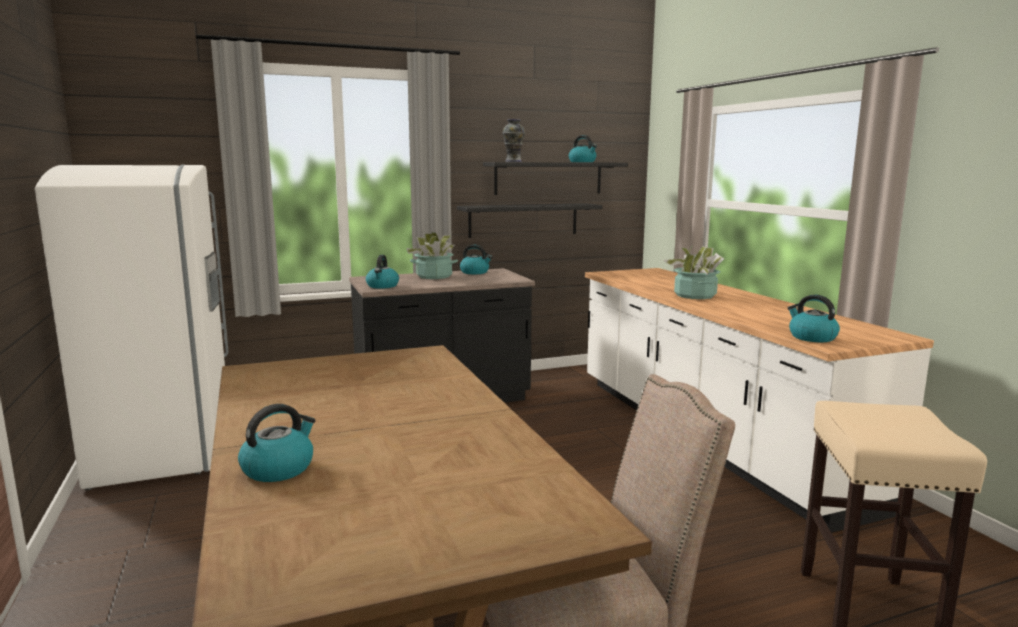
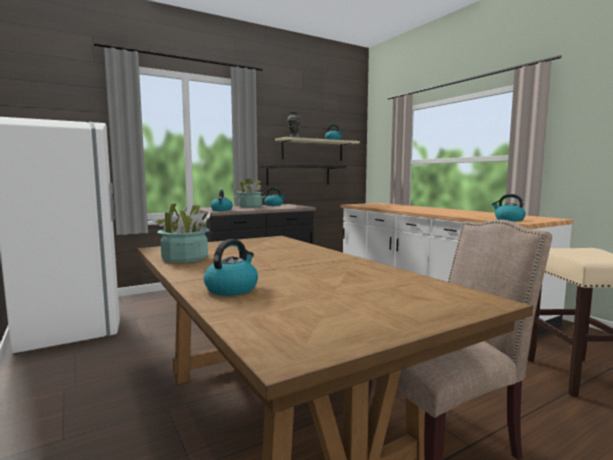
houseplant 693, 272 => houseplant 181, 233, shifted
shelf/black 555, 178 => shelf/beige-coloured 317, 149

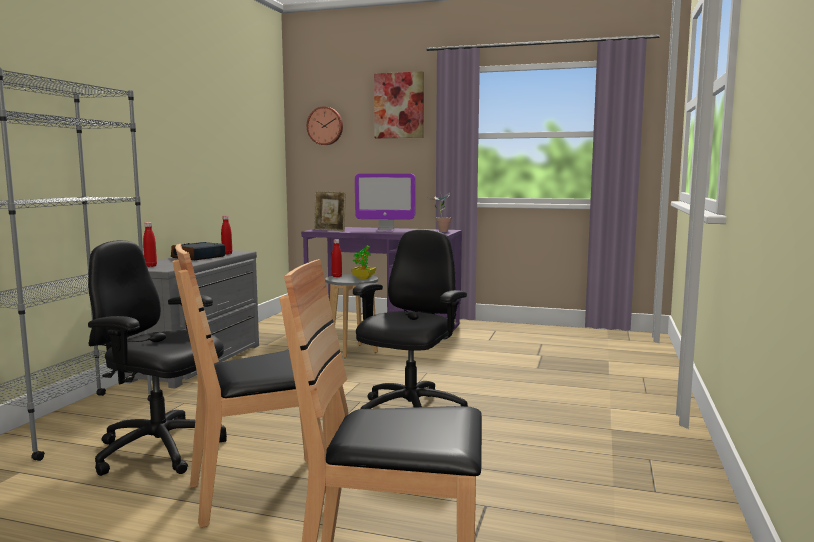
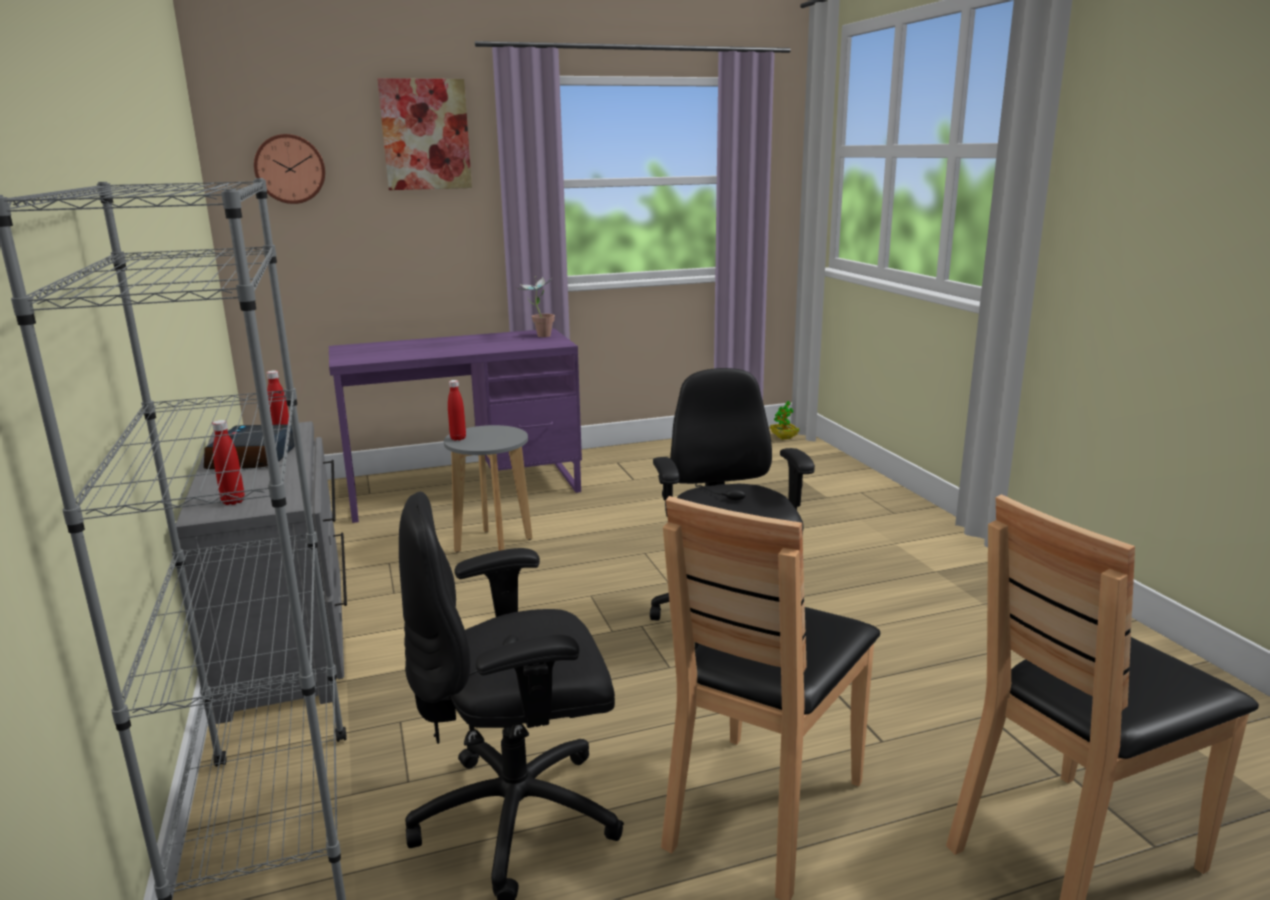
houseplant 363, 262 => houseplant 784, 420, shifted
picture frame 330, 211 => nothing
monitor 385, 202 => nothing

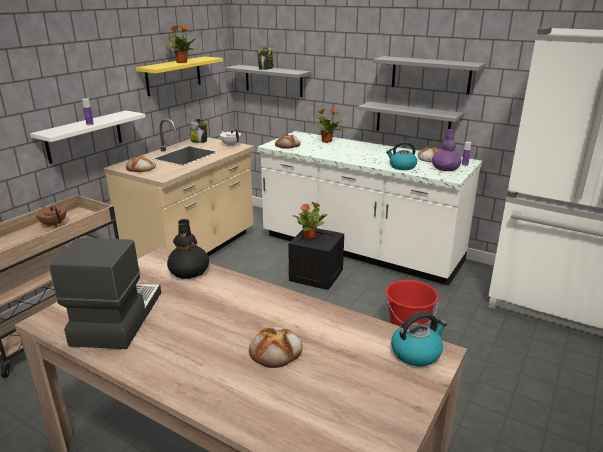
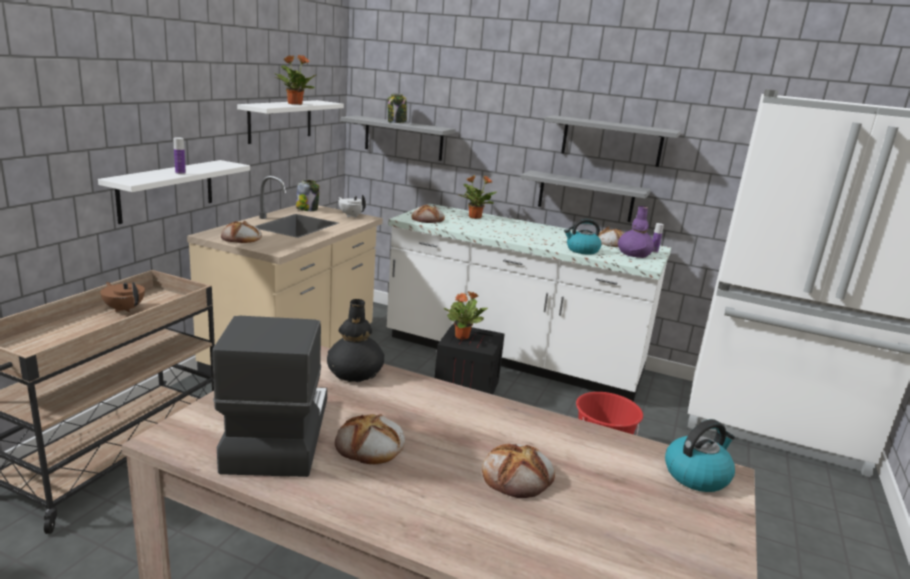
shelf/yellowish 179, 76 => shelf/white-coloured 290, 122
nothing => bread 370, 439

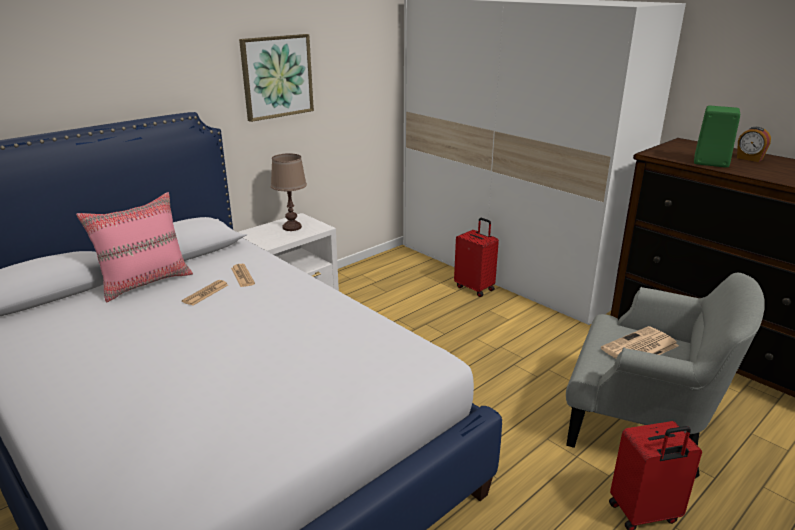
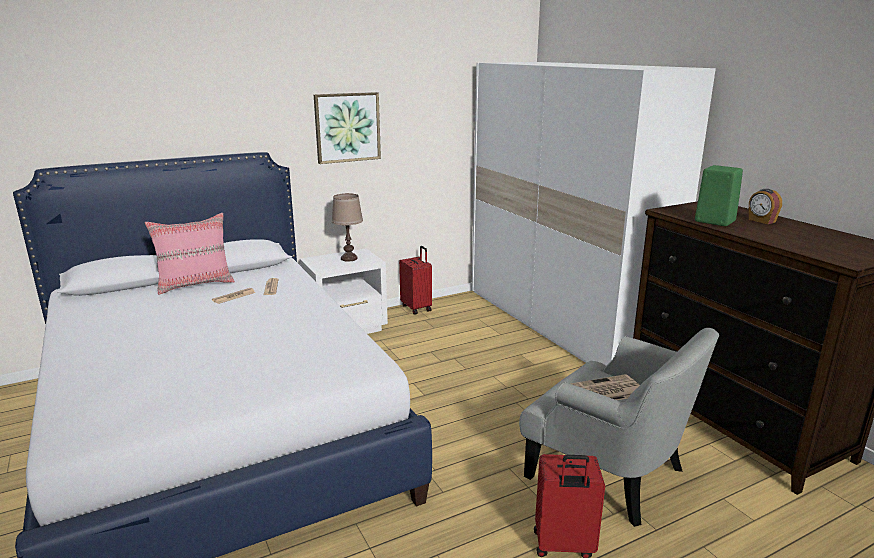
piece of luggage/red-coloured 476, 257 => piece of luggage/red-coloured 415, 280, shifted

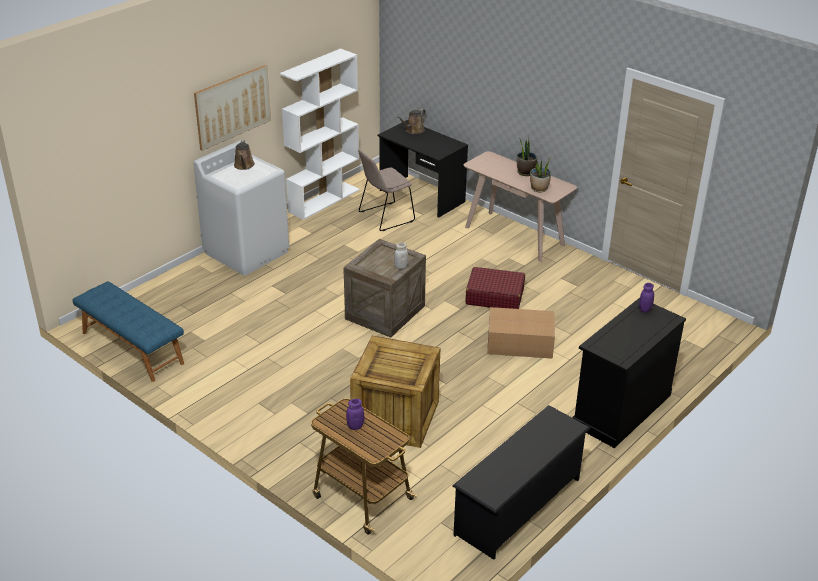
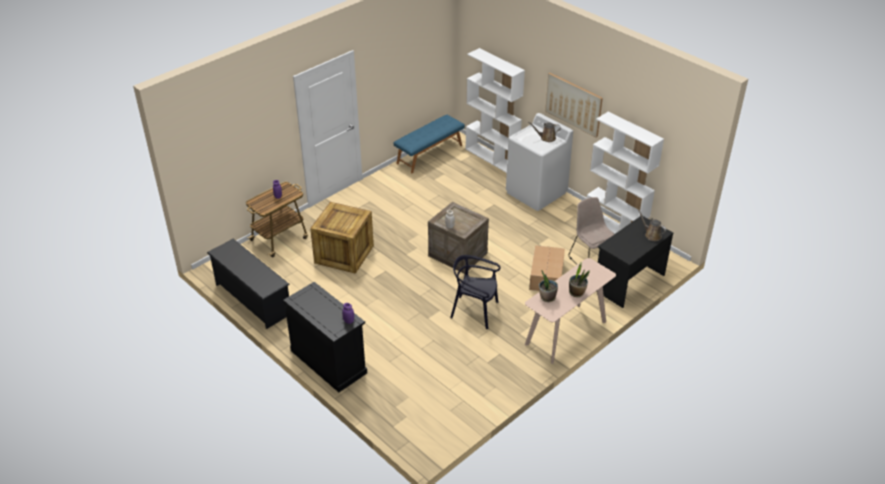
piece of luggage/red-coloured 495, 288 => chair/black 475, 292
nothing => shelving unit/white-coloured 495, 110
packing box 521, 333 => packing box 547, 268, shifted

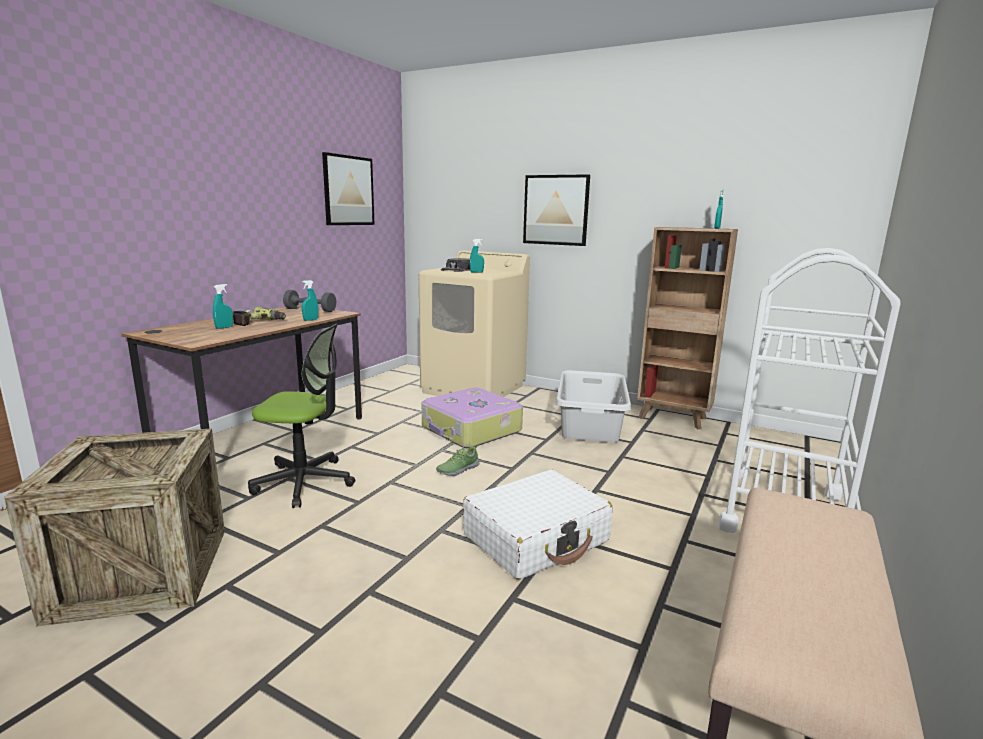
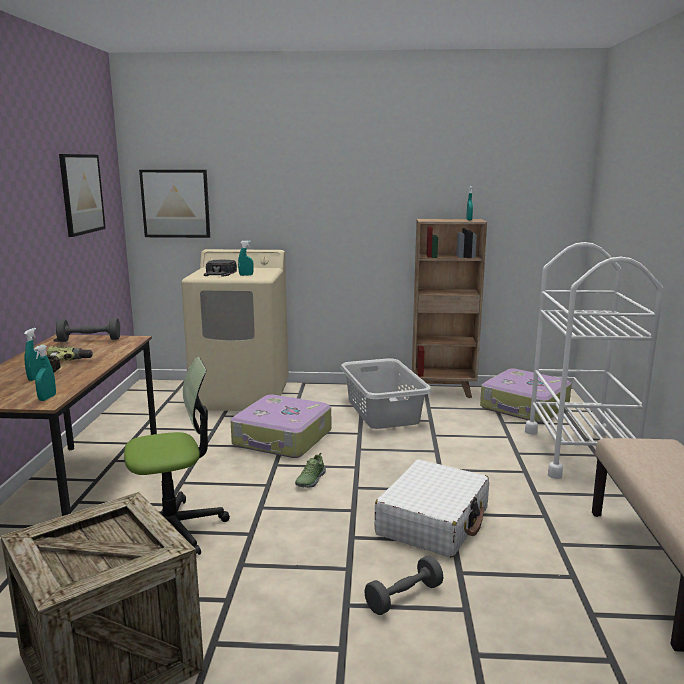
sprayer/blue-green 310, 300 => sprayer/blue-green 44, 373, shifted
wall picture 556, 210 => wall picture 174, 204, shifted
nothing => hand weight/grey 403, 585
nothing => piece of luggage 526, 395

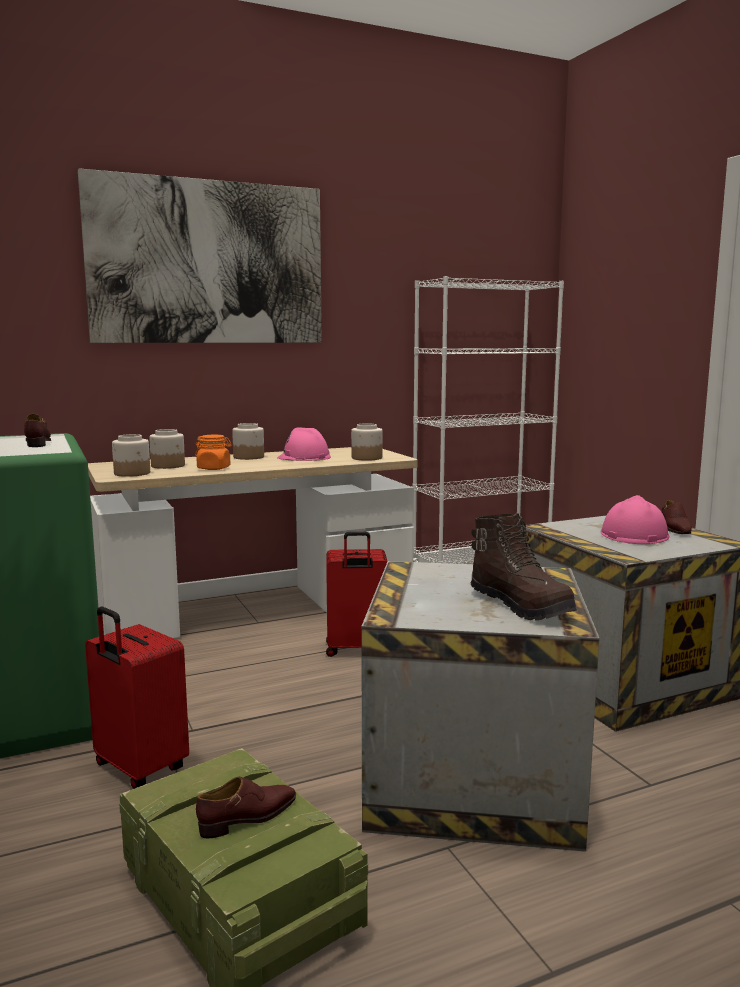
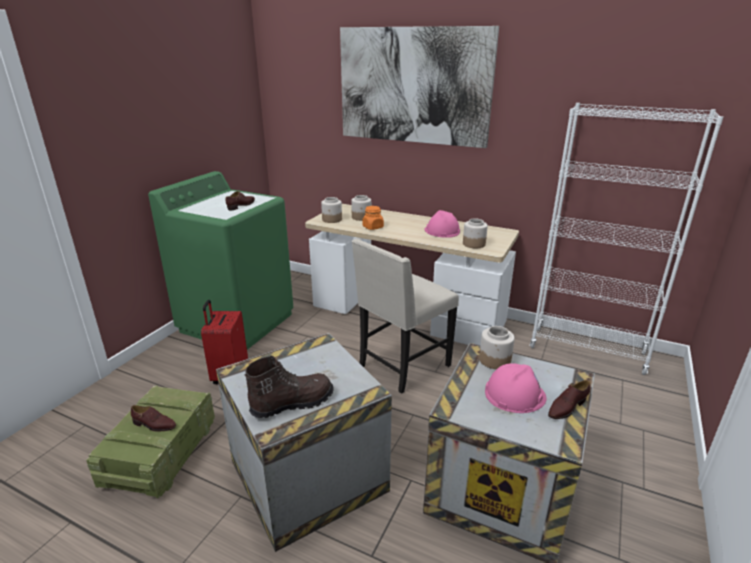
boot/brown-coloured 524, 566 => boot/brown-coloured 289, 386, 135 degrees counterclockwise
piece of luggage/red-coloured 357, 594 => chair/beige-coloured 405, 316
storage jar 248, 441 => storage jar 497, 347, shifted

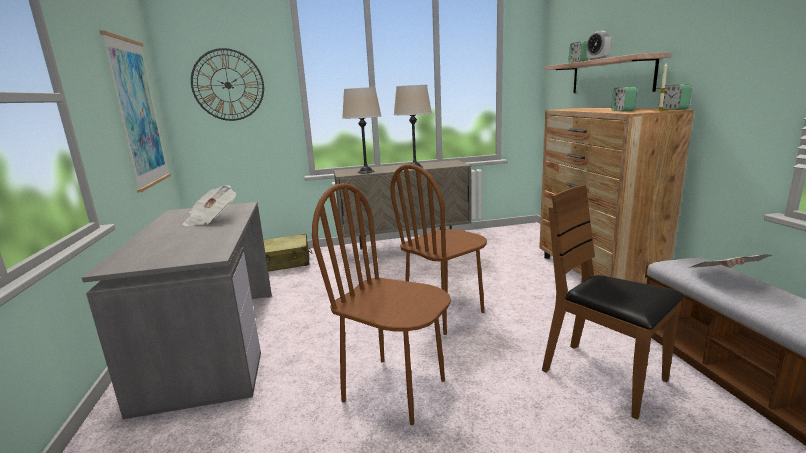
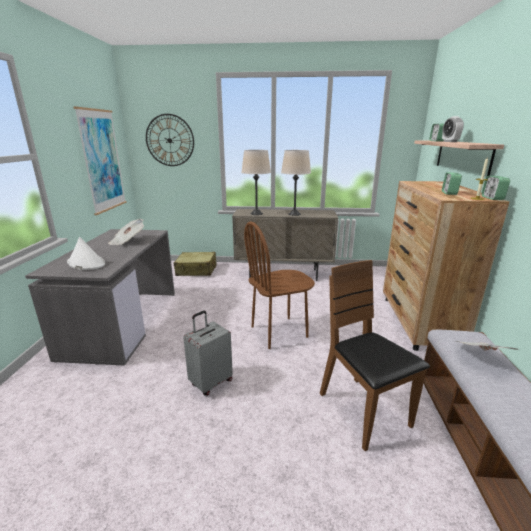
nothing => hat/white-coloured 86, 253
chair/brown-coloured 381, 304 => piece of luggage/grey 208, 353

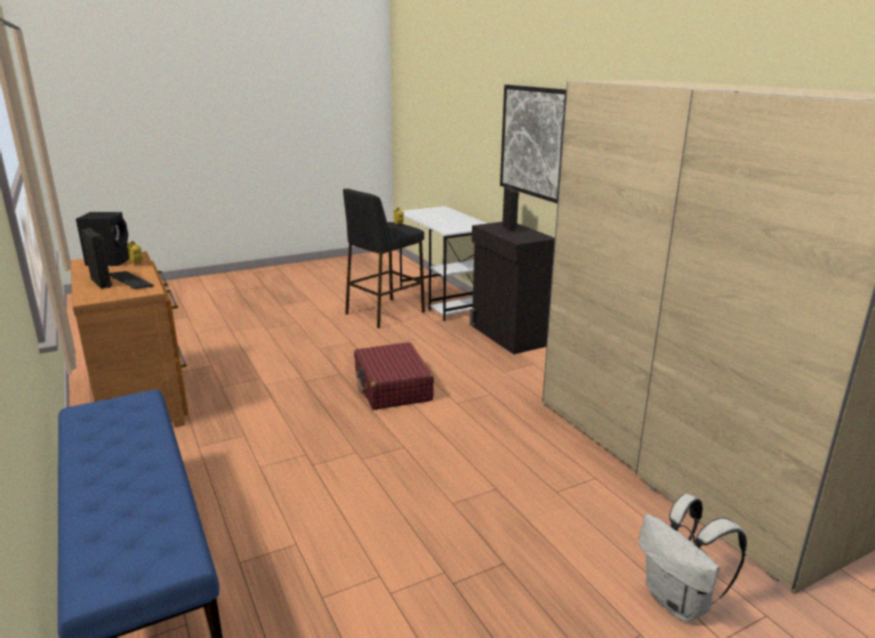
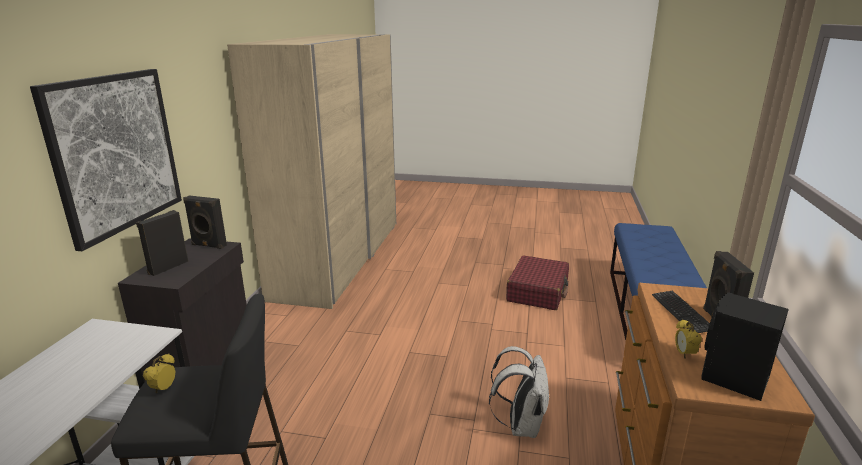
nothing => audio speaker/black 205, 222
backpack/white-coloured 693, 557 => backpack/white-coloured 519, 392, shifted
piece of luggage/red-coloured 394, 376 => piece of luggage/red-coloured 537, 282, shifted

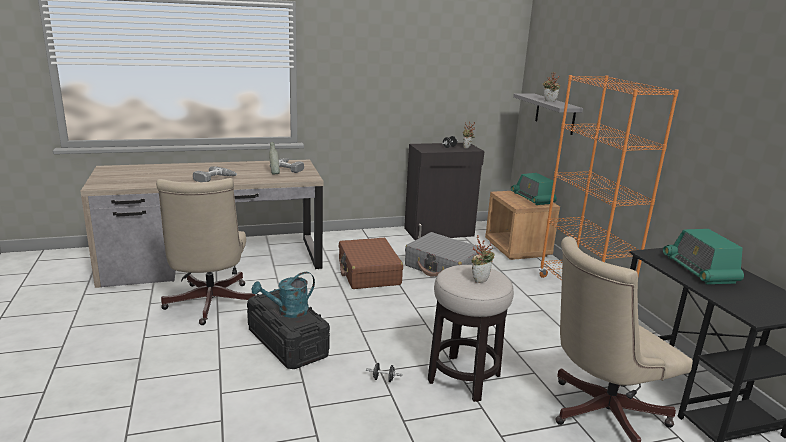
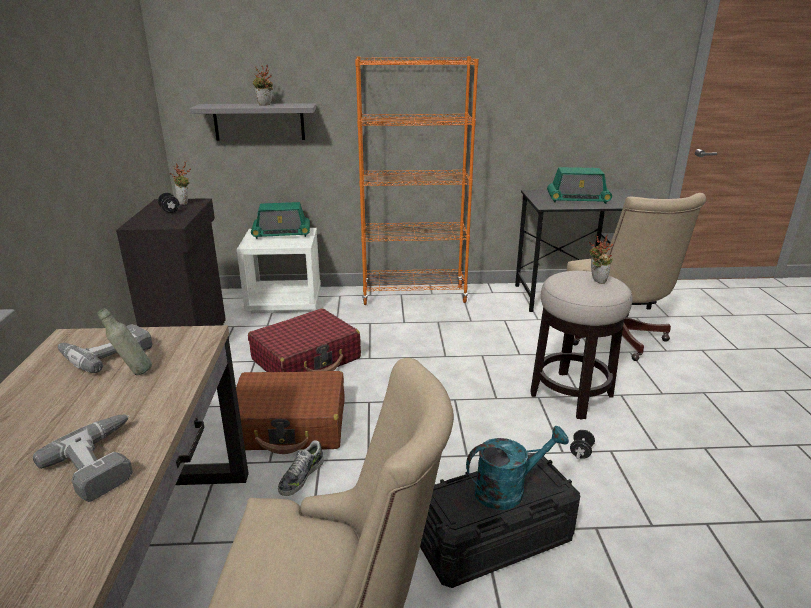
bedside table/brown-coloured 522, 225 => bedside table/white-coloured 279, 270
piece of luggage/grey 444, 254 => piece of luggage/red-coloured 304, 340
nothing => low shoe 301, 468
watering pot/blue-green 283, 295 => watering pot/blue-green 517, 468, 90 degrees counterclockwise

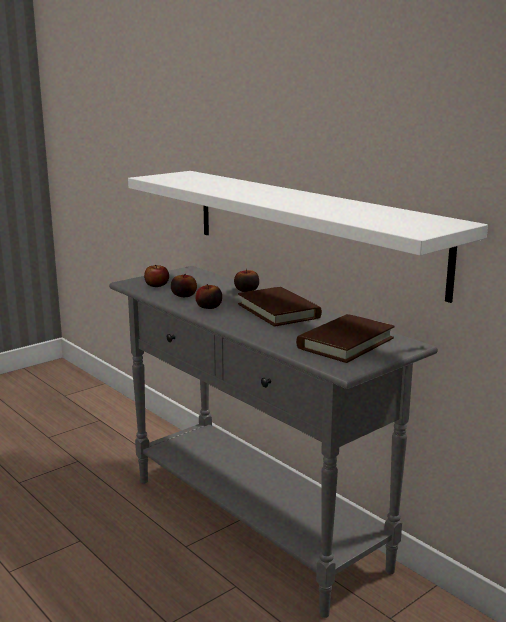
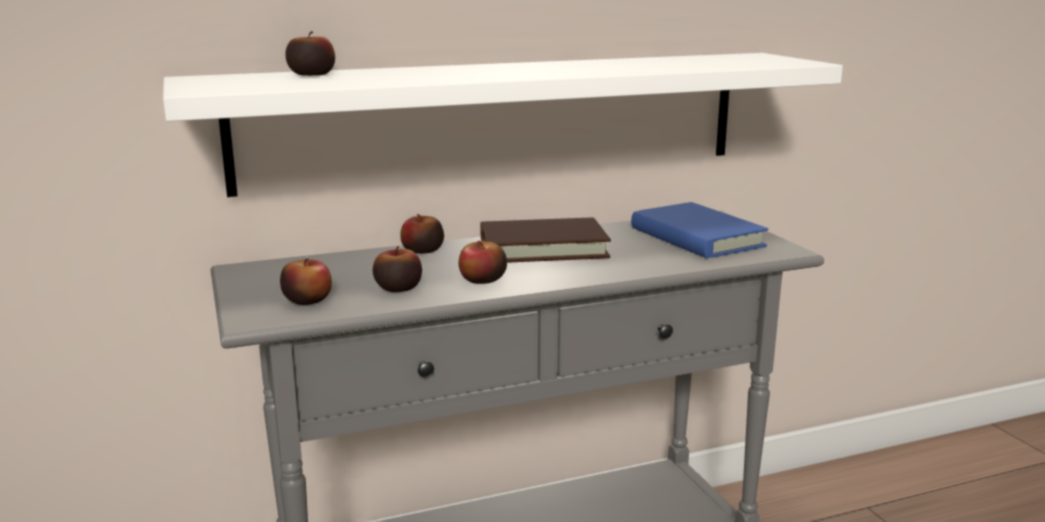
nothing => apple 310, 53
volume/brown-coloured 345, 338 => volume/blue-coloured 699, 230

